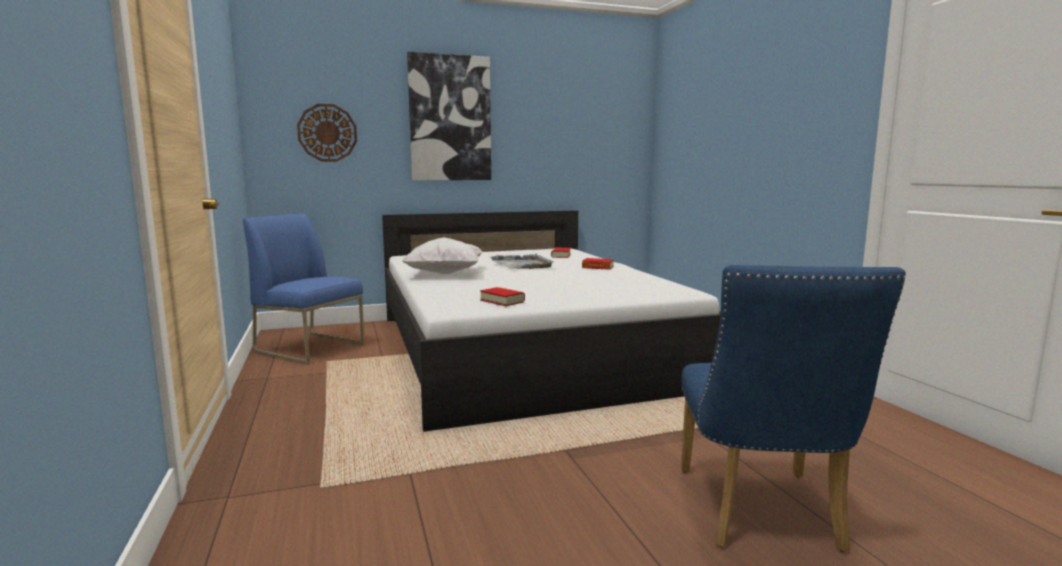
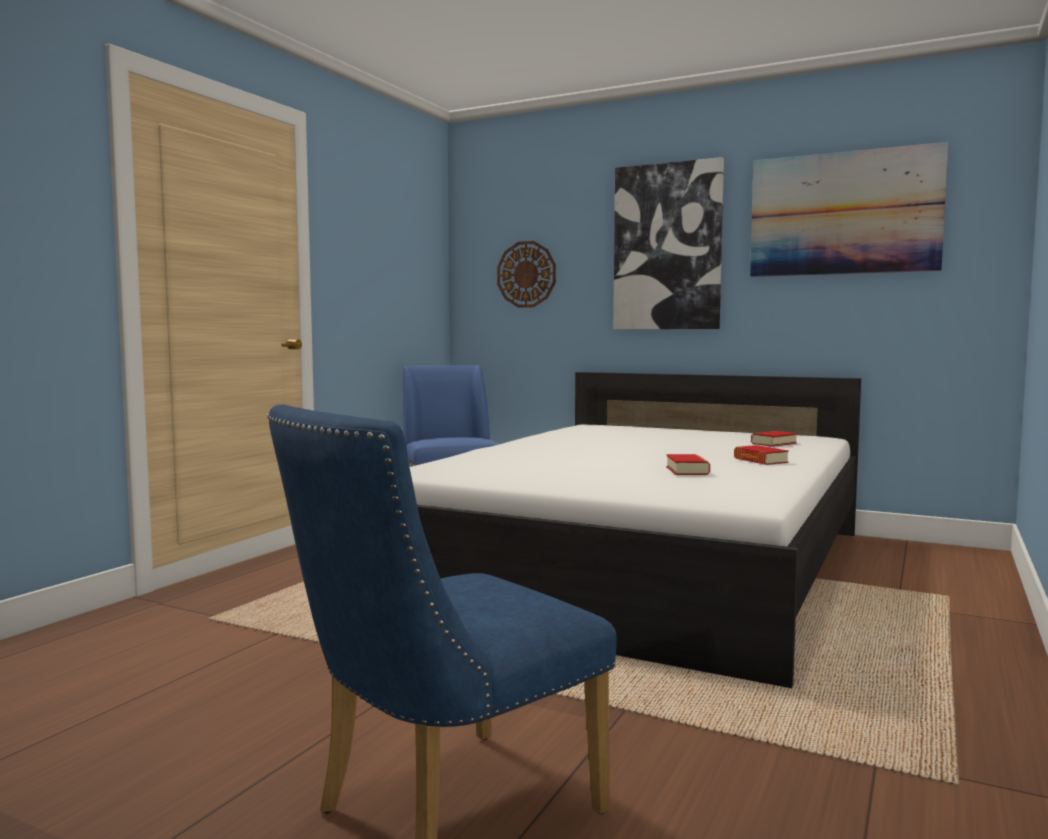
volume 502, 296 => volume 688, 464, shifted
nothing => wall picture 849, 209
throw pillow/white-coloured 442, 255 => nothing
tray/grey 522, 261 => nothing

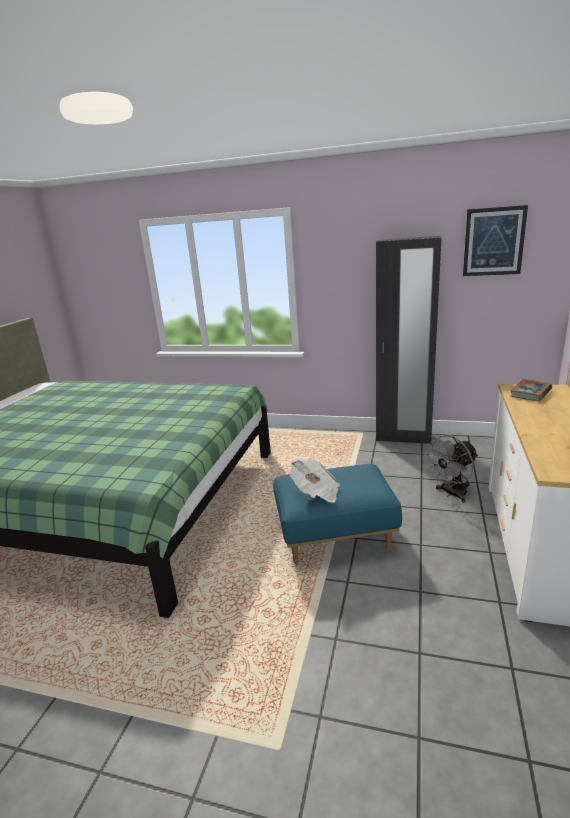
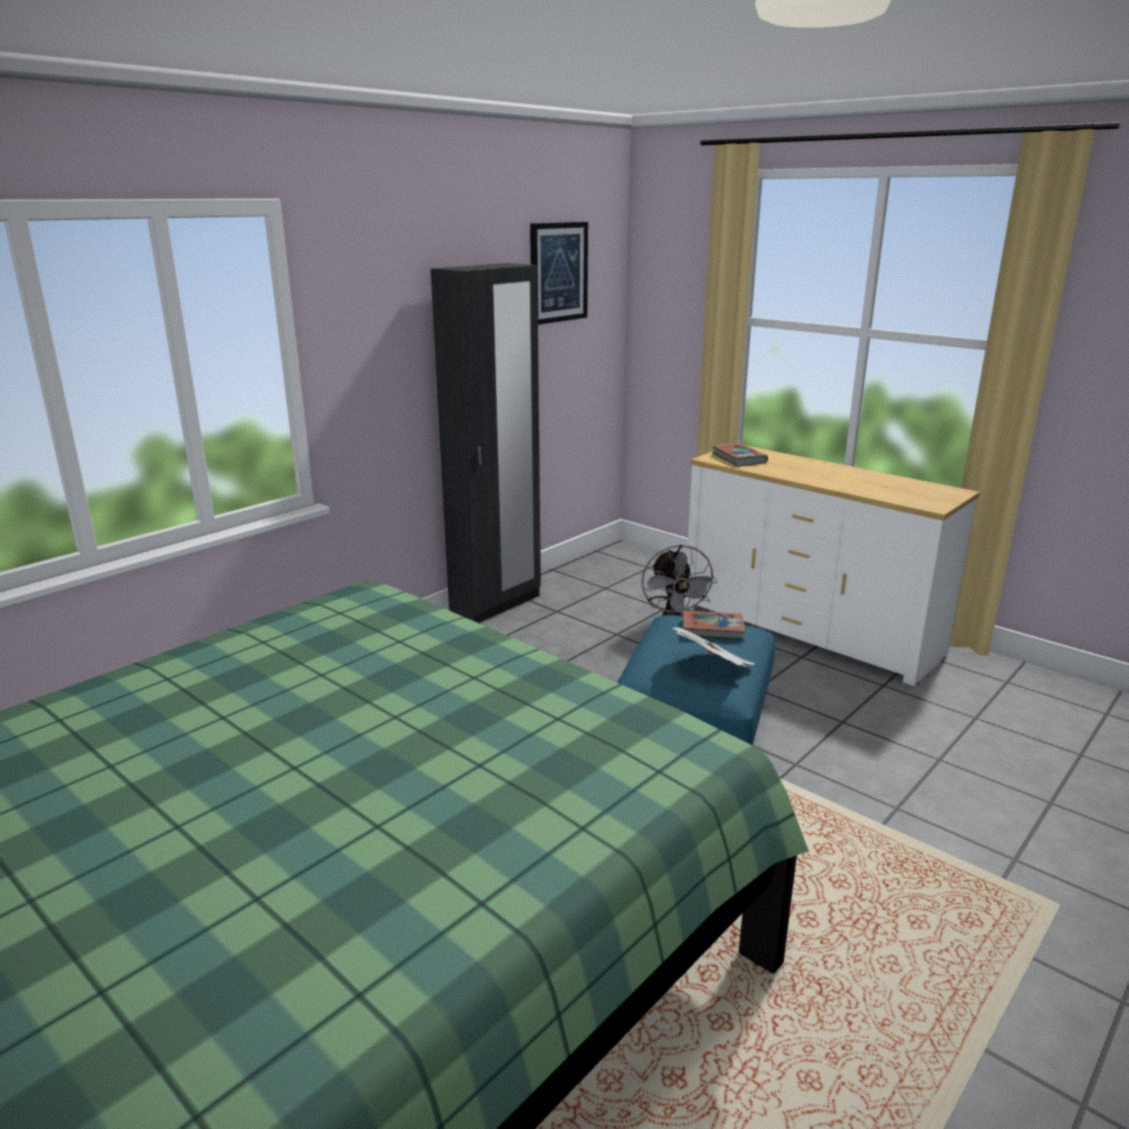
nothing => volume 713, 625

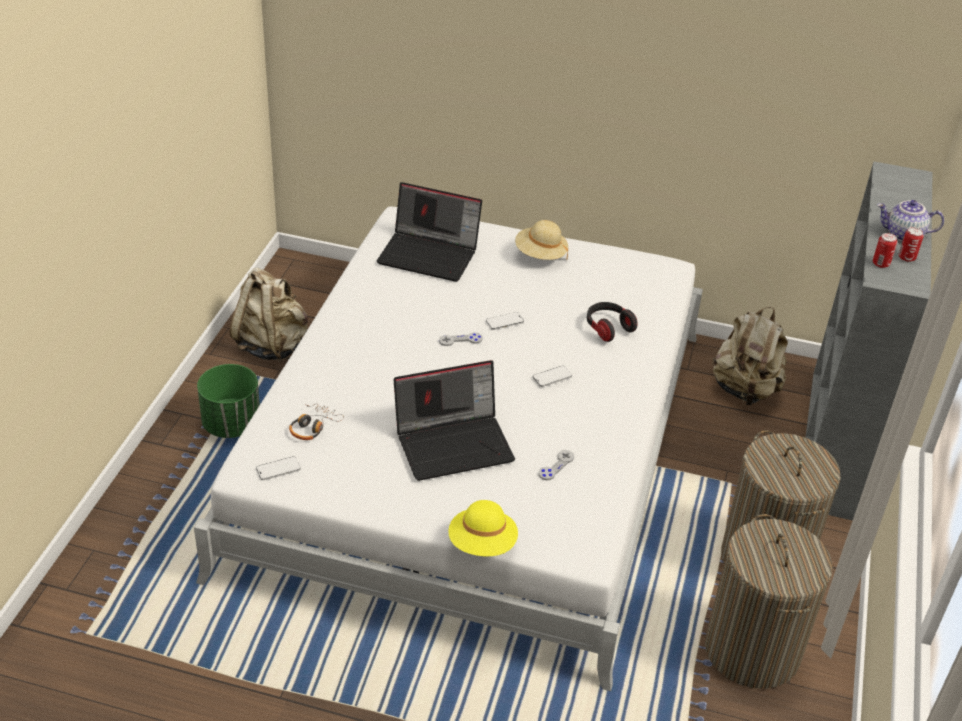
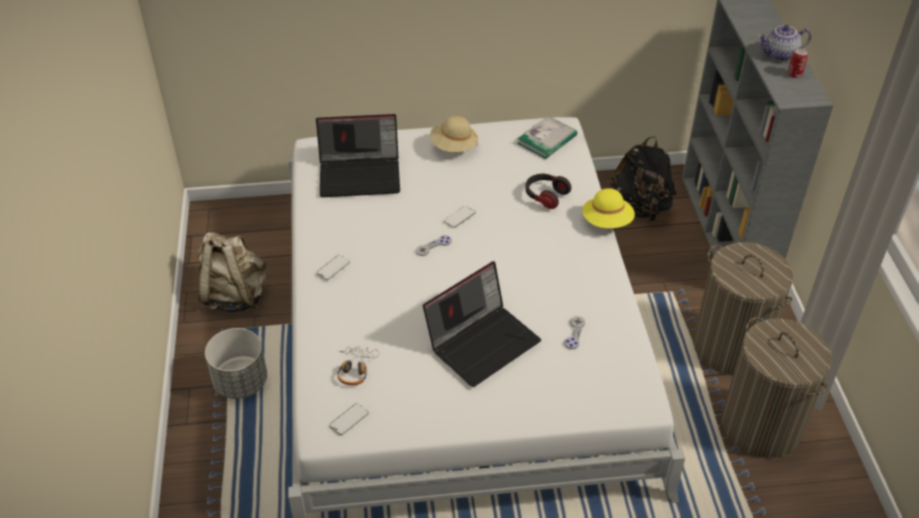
planter/green 228, 401 => planter/grey 236, 363
handset 552, 376 => handset 333, 267, shifted
nothing => volume 547, 137
hat/yellowish 483, 528 => hat/yellowish 608, 208, shifted
backpack/beige-coloured 750, 356 => backpack/black 643, 179
sealed can 885, 250 => nothing

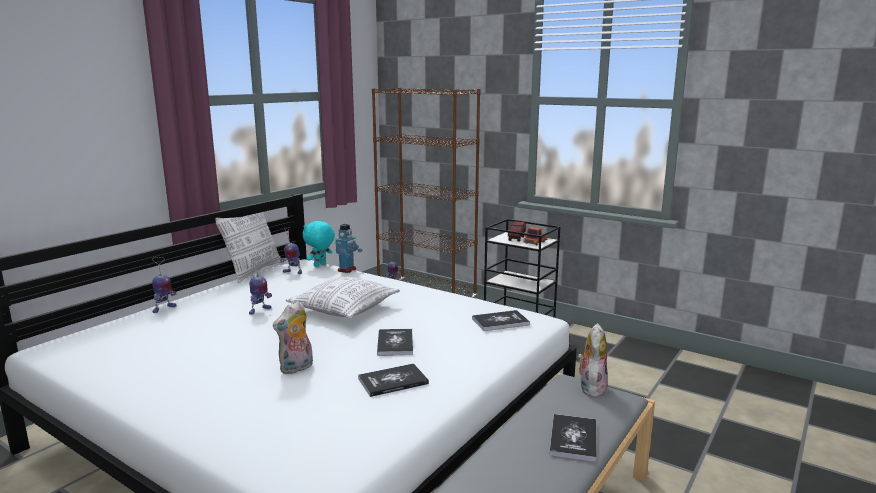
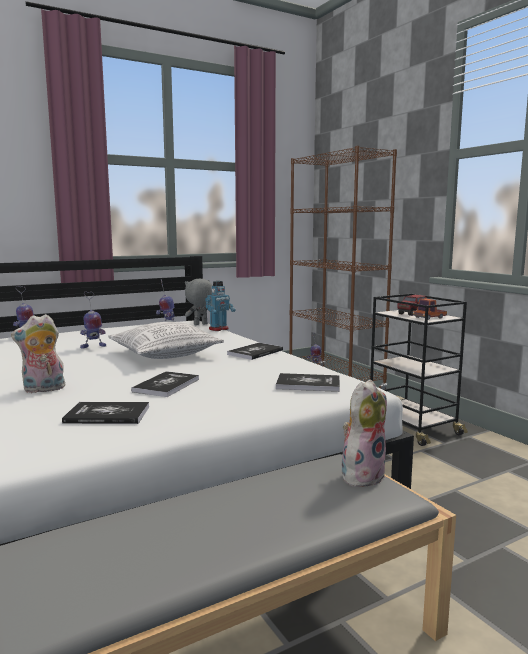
cuddly toy/blue-green 319, 244 => cuddly toy/grey 199, 302
volume 573, 438 => volume 255, 351, shifted
throw pillow 248, 247 => nothing

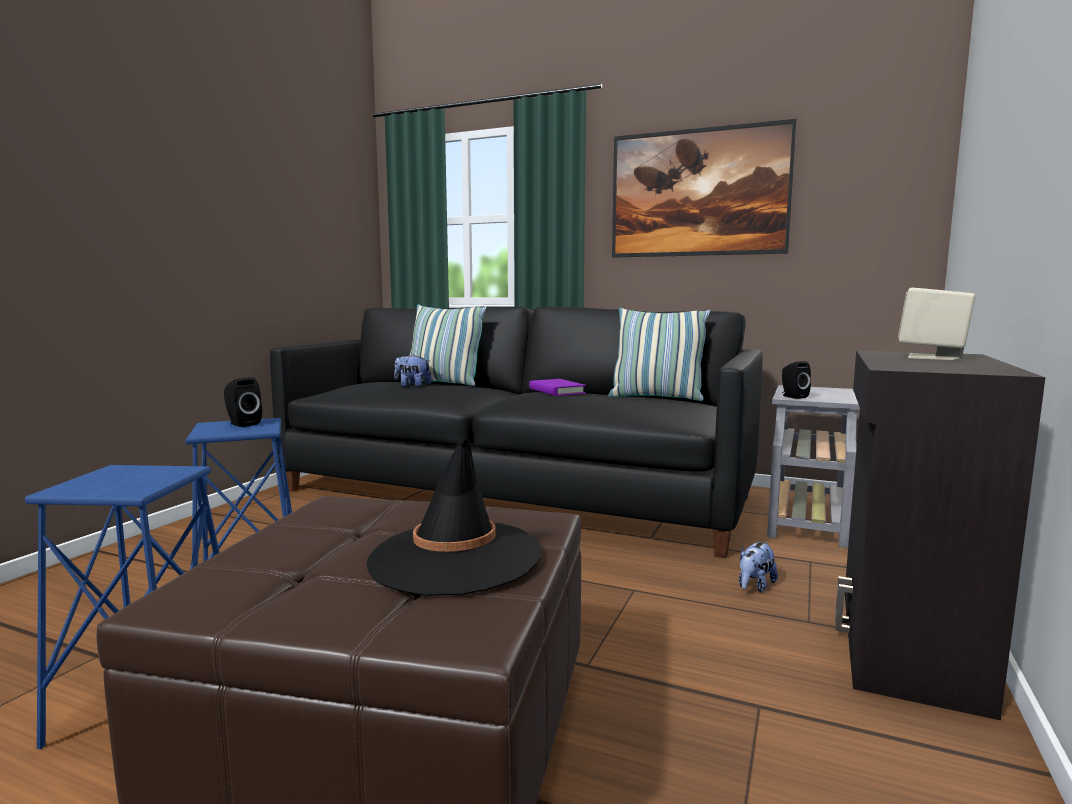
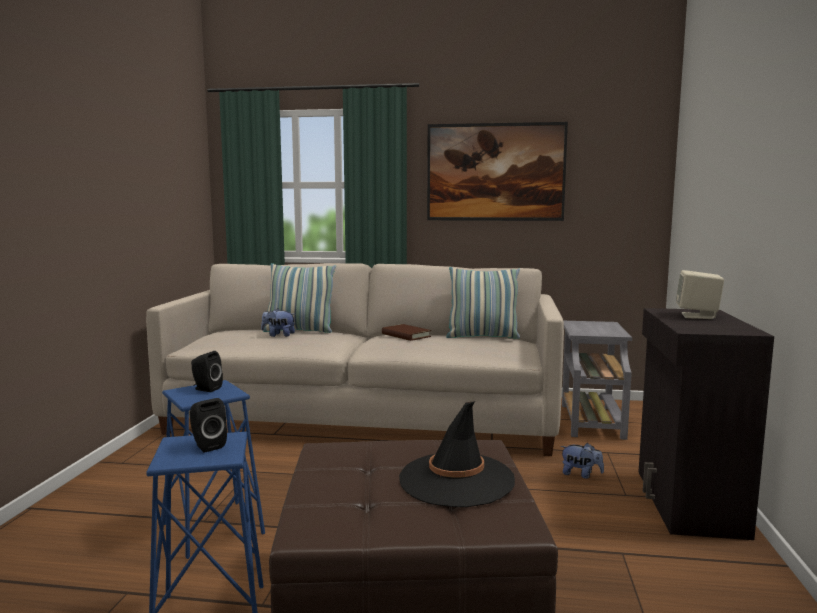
couch/black 516, 432 => couch/beige-coloured 355, 359
audio speaker/black 796, 380 => audio speaker/black 208, 425, shifted
volume/purple 557, 387 => volume/brown-coloured 406, 332
cuddly toy 758, 567 => cuddly toy 582, 461, 90 degrees counterclockwise

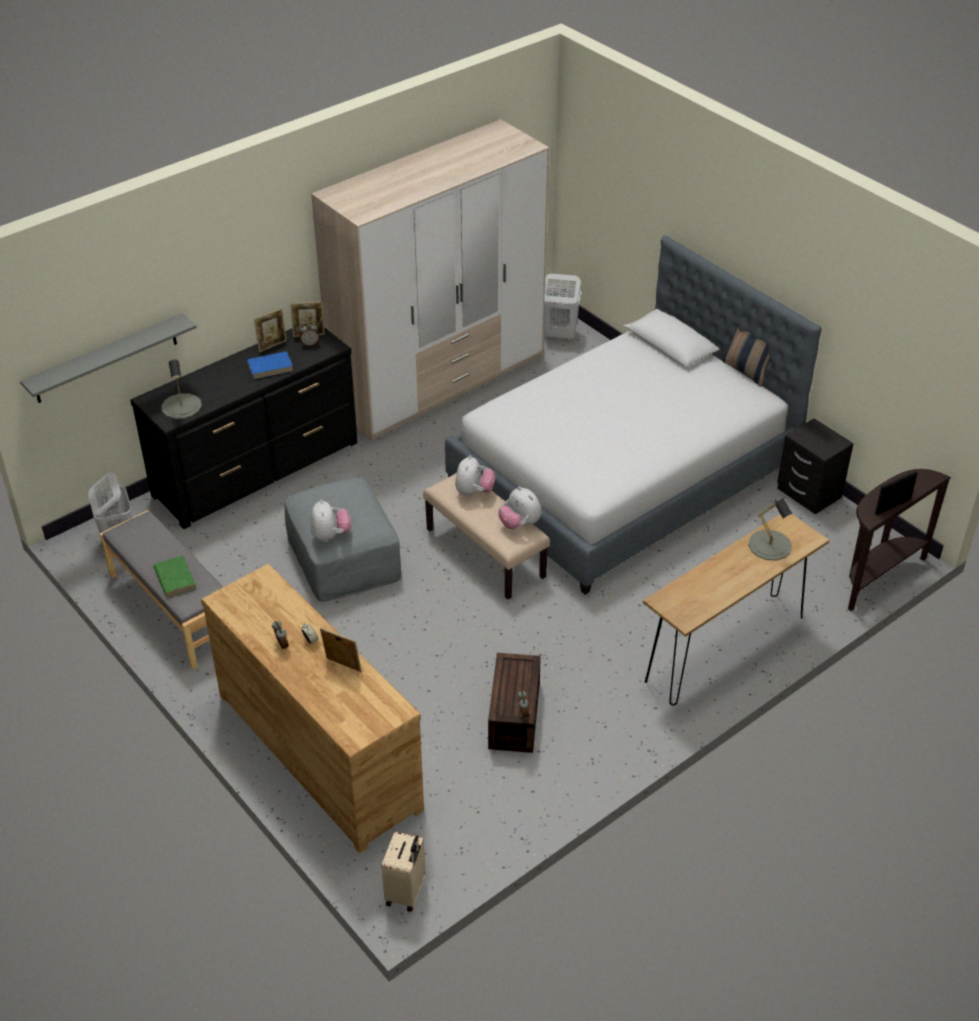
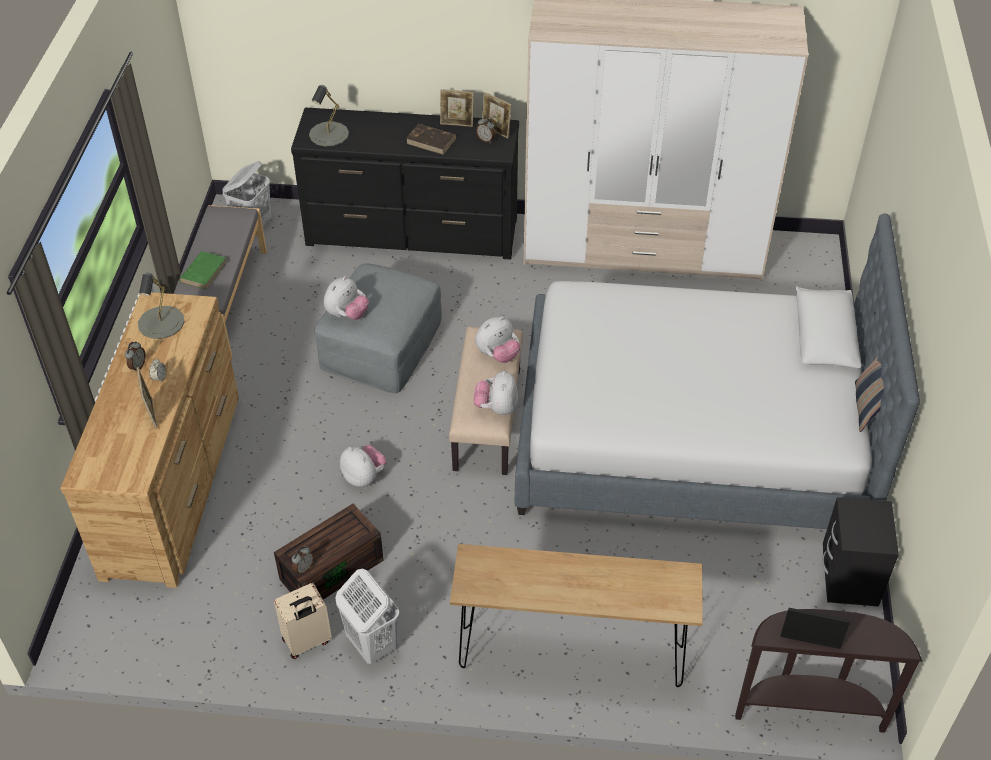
table lamp/grey 770, 528 => table lamp/grey 161, 306, shifted
piece of luggage/beige-coloured 403, 871 => piece of luggage/beige-coloured 303, 621, shifted
hamper/white-coloured 563, 307 => hamper/white-coloured 367, 616, shifted
nothing => cuddly toy 363, 466
volume/blue-coloured 270, 365 => volume/brown-coloured 431, 139
shelf/grey 108, 358 => nothing

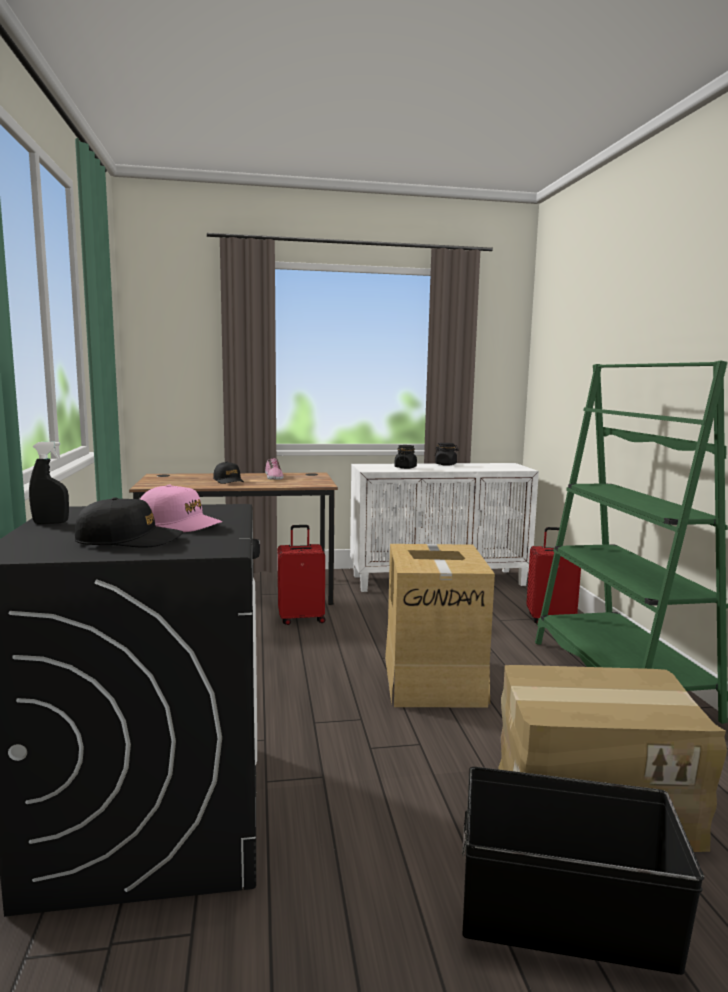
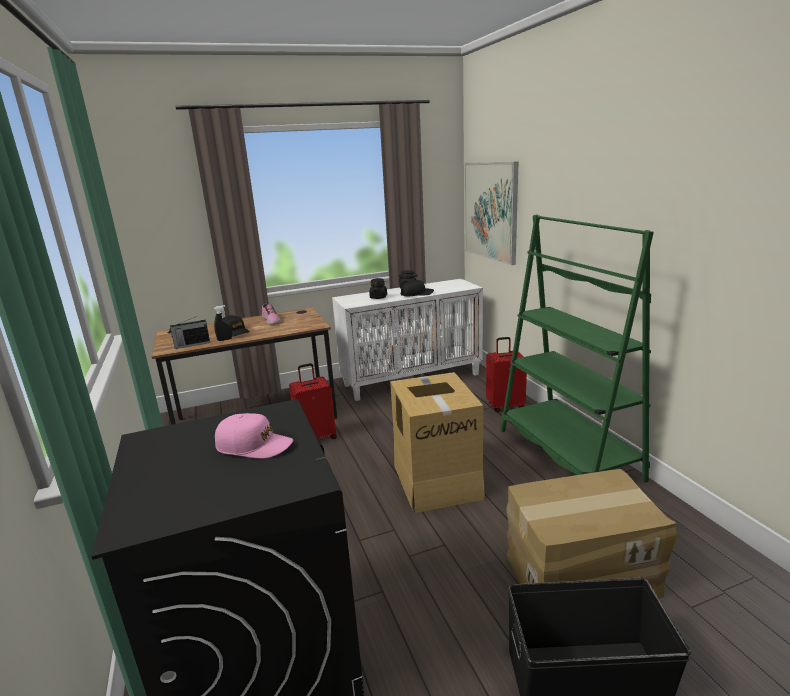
nothing => radio 189, 332
sprayer/black 49, 483 => sprayer/black 223, 323, shifted
cap/black 129, 522 => cap/black 417, 288, shifted
nothing => wall picture 491, 213

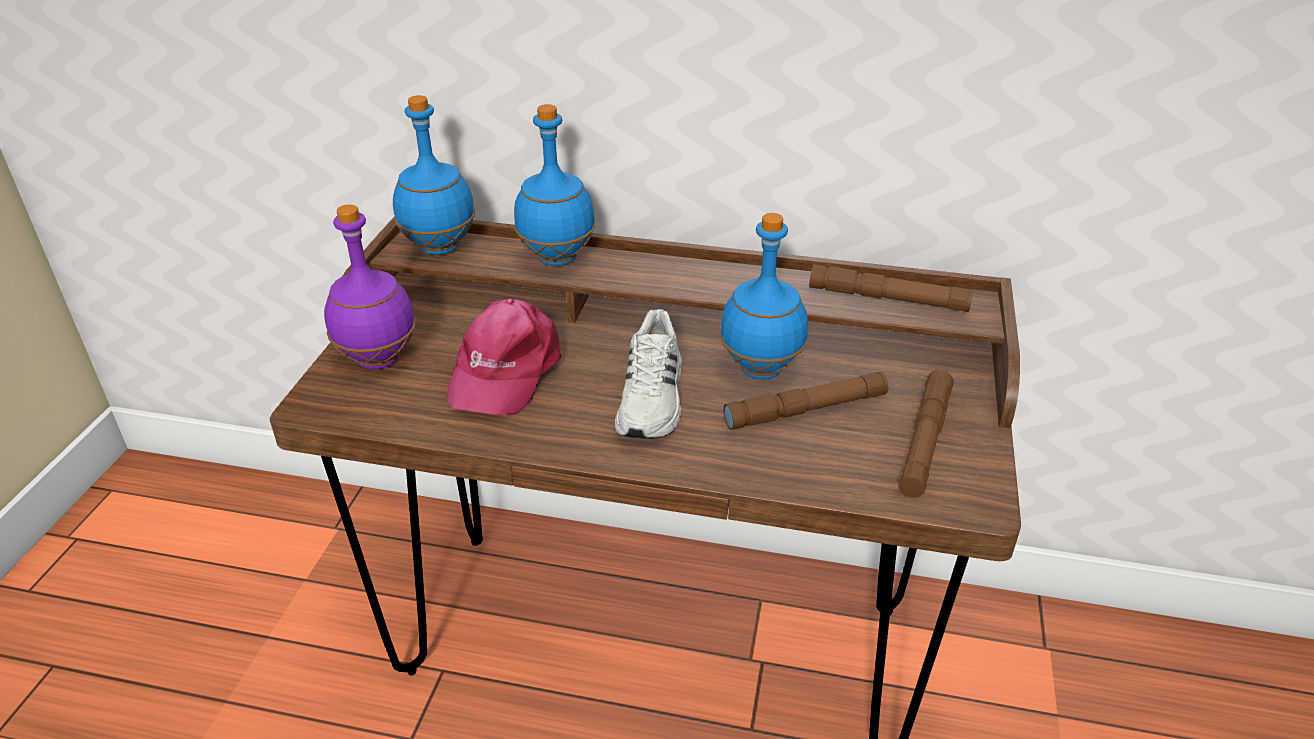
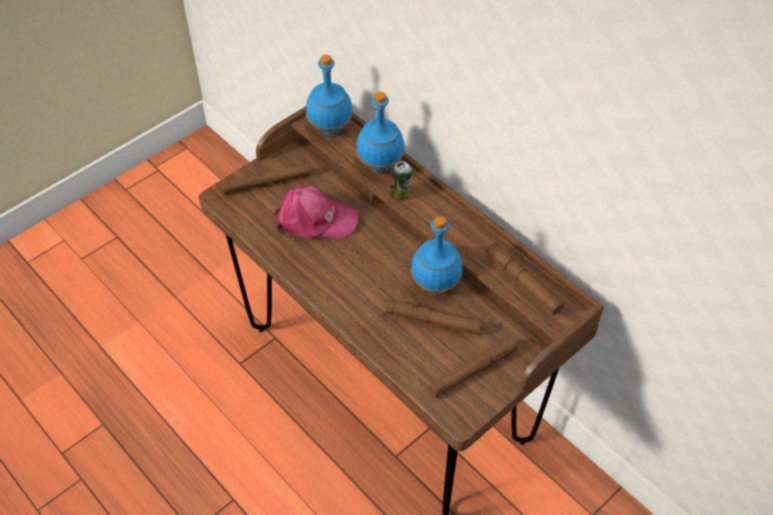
beverage bottle/purple 370, 286 => hand torch/brown-coloured 265, 179
cap/pink 504, 357 => cap/pink 317, 212, 135 degrees counterclockwise
nothing => sealed can 400, 180
low shoe/white-coloured 648, 374 => nothing

